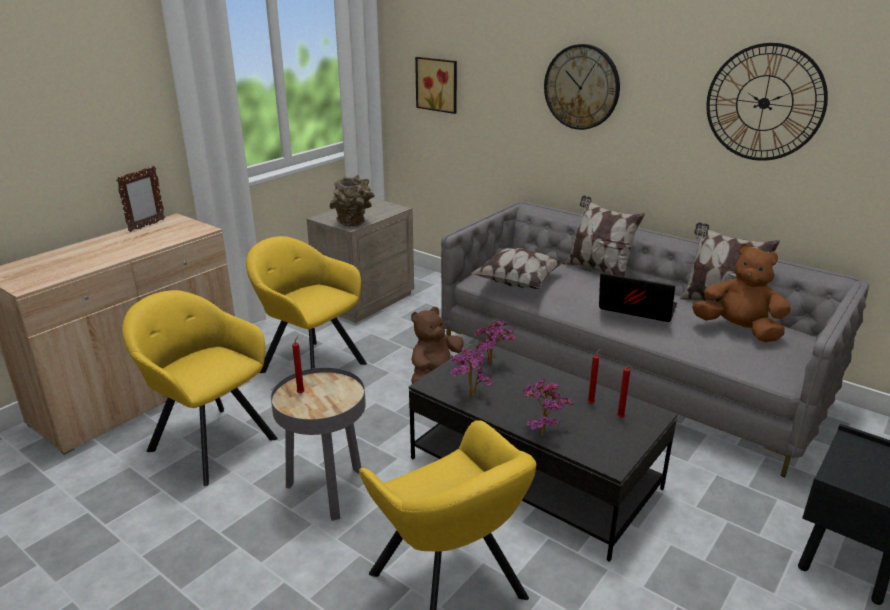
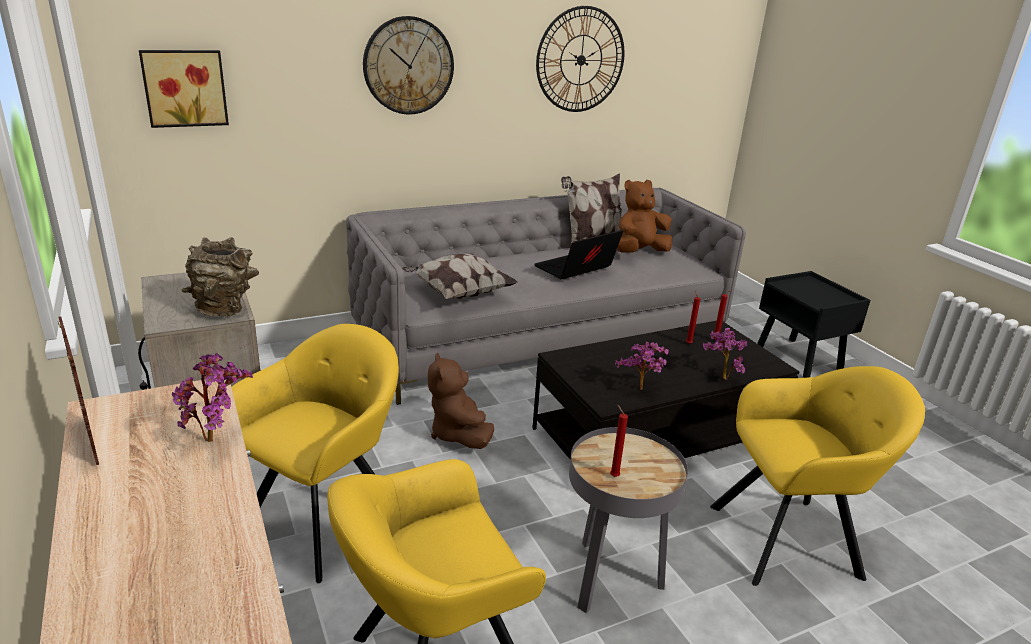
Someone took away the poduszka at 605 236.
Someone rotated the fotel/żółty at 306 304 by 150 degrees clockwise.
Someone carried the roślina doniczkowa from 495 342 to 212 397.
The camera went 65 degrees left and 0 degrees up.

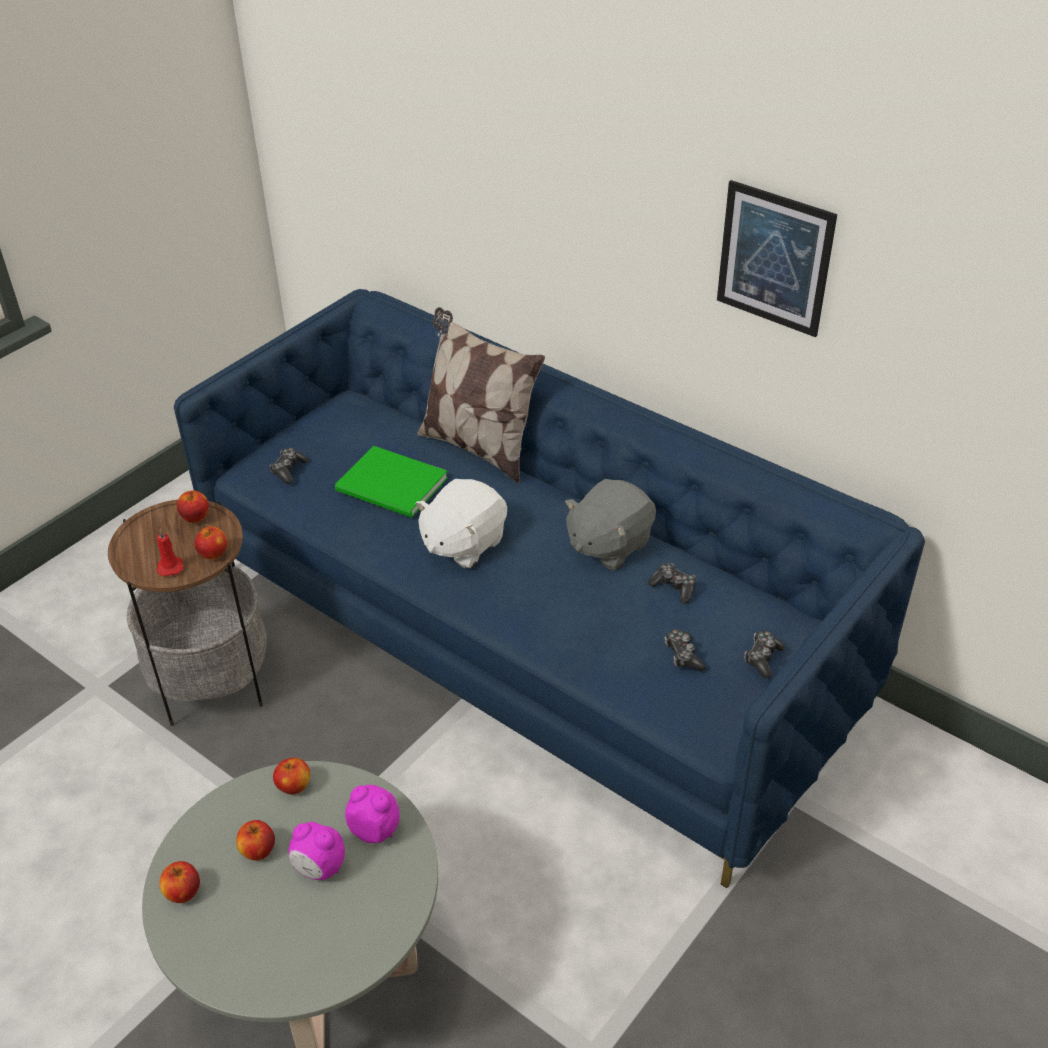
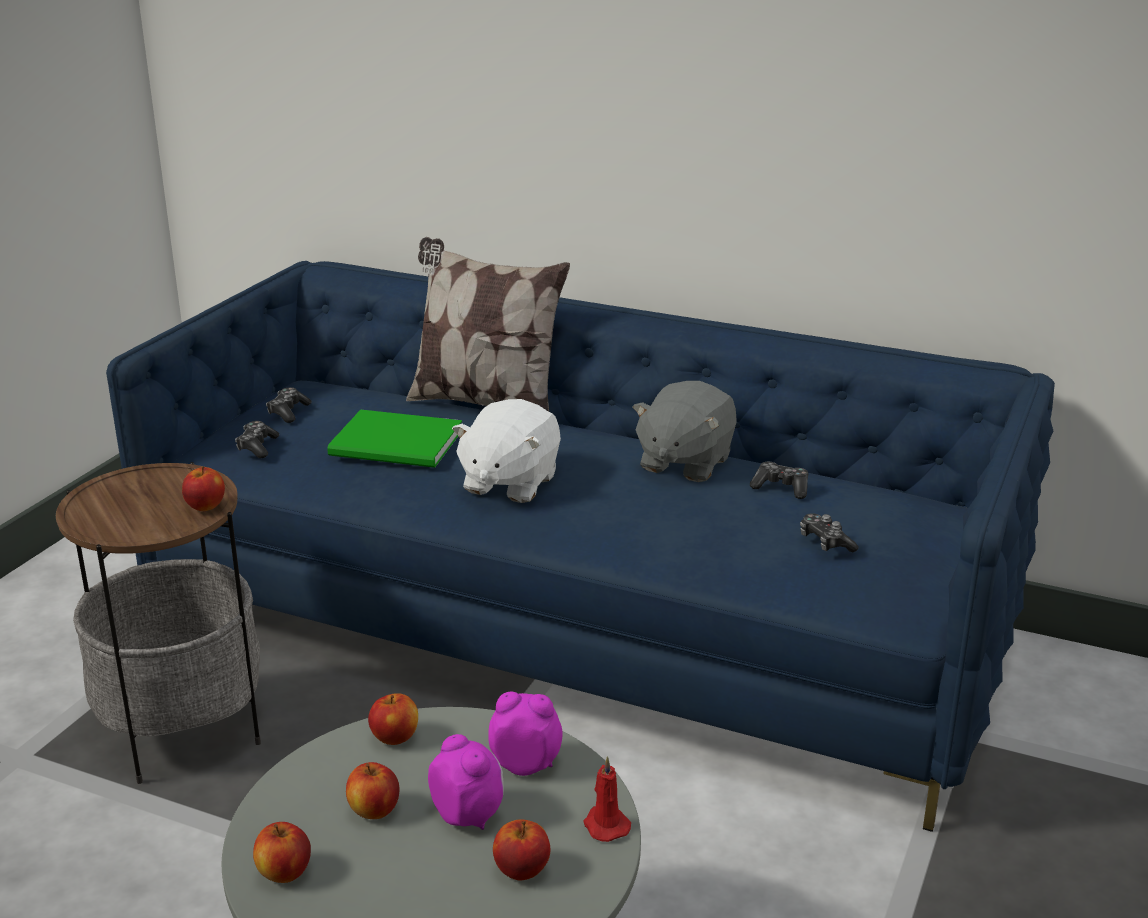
Someone took away the obraz at 777 258.
Someone carried the jabłko from 193 506 to 521 849.
Someone carried the świeca/czerwony from 170 552 to 607 799.
Someone carried the pad do gier from 764 654 to 289 405.
Someone rotated the budzik at 317 851 by 135 degrees counterclockwise.
The camera went 15 degrees left and 15 degrees down.

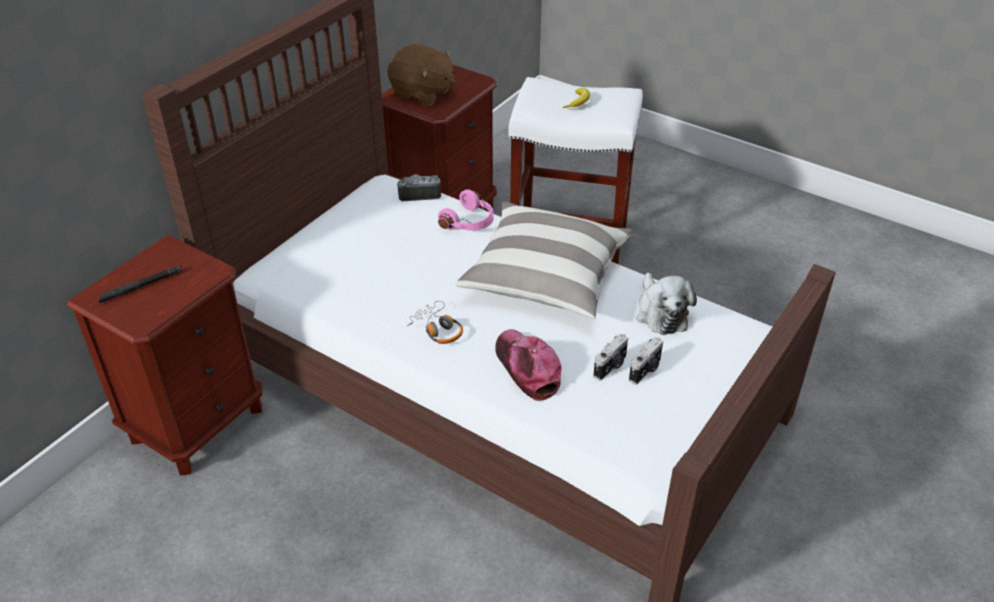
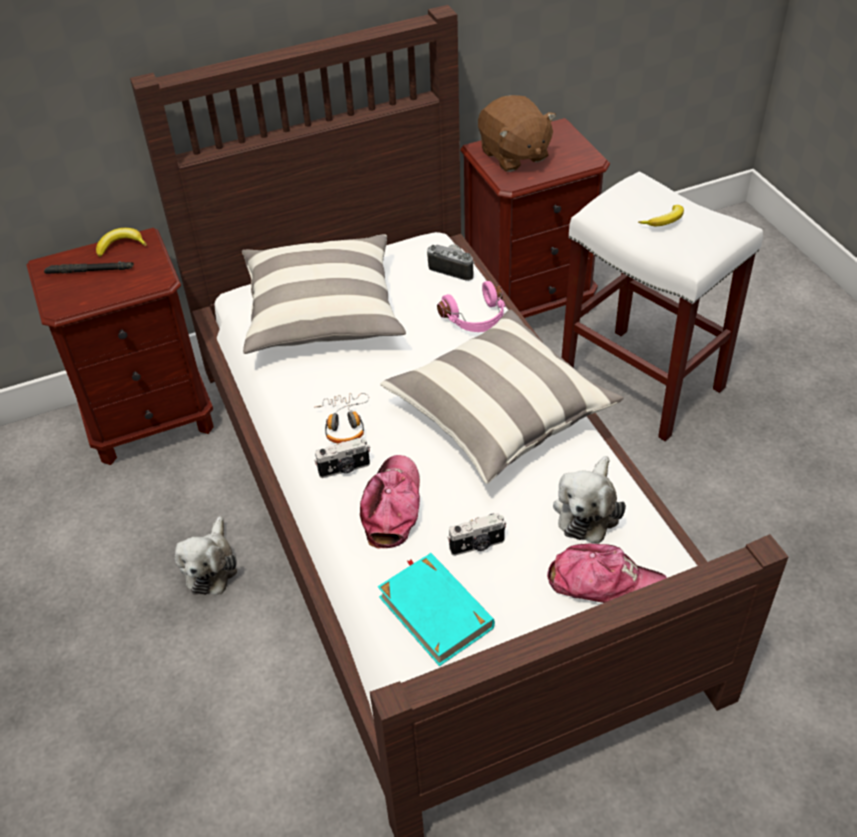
Someone carried the aparat fotograficzny from 646 361 to 342 457.
Someone put down the banan at 121 242.
Someone put down the poduszka at 324 294.
Someone put down the pluszak at 206 555.
Someone put down the czapka z daszkiem at 607 573.
Someone put down the książka/turkusowy at 436 609.
The camera went 35 degrees right and 5 degrees up.

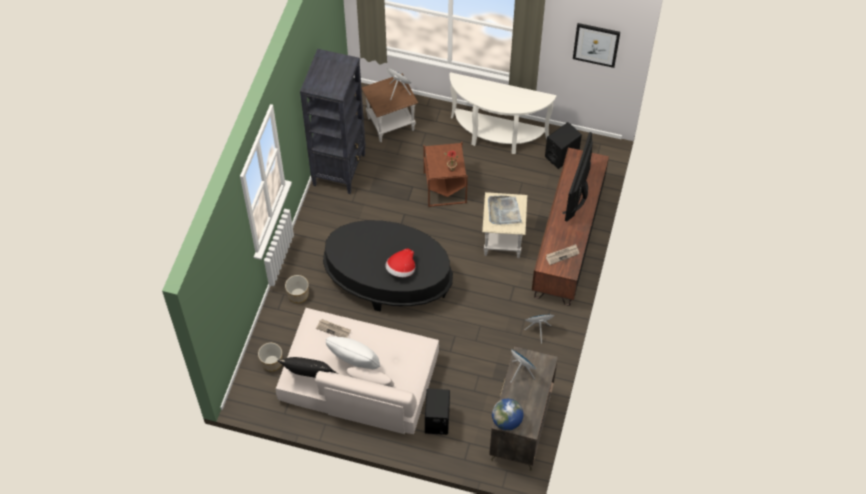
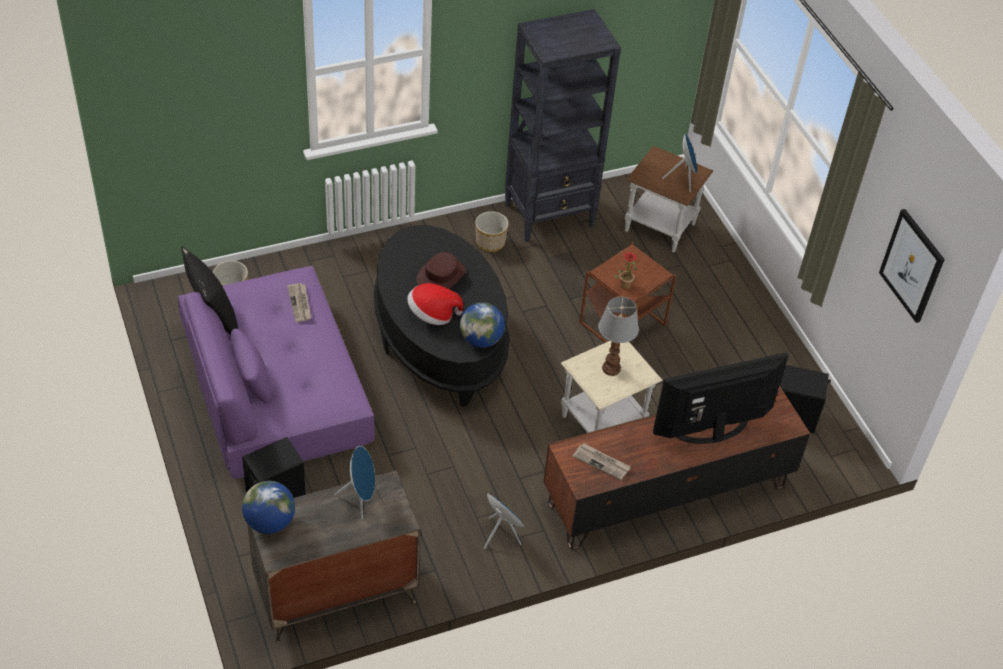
Someone took away the stolik konsolowy/biały at 503 113.
Someone swapped the taca/szary at 505 210 for the lampa stołowa at 618 336.
Someone carried the donica from 297 289 to 492 231.
Someone repainted the kanapa/beżowy at 357 371, which became the kanapa/fioletowy at 276 372.
Someone took away the poduszka/biały at 353 352.
Someone put down the kapelusz/brązowy at 441 270.
Someone put down the globus at 482 325.
The camera went 50 degrees right and 10 degrees down.

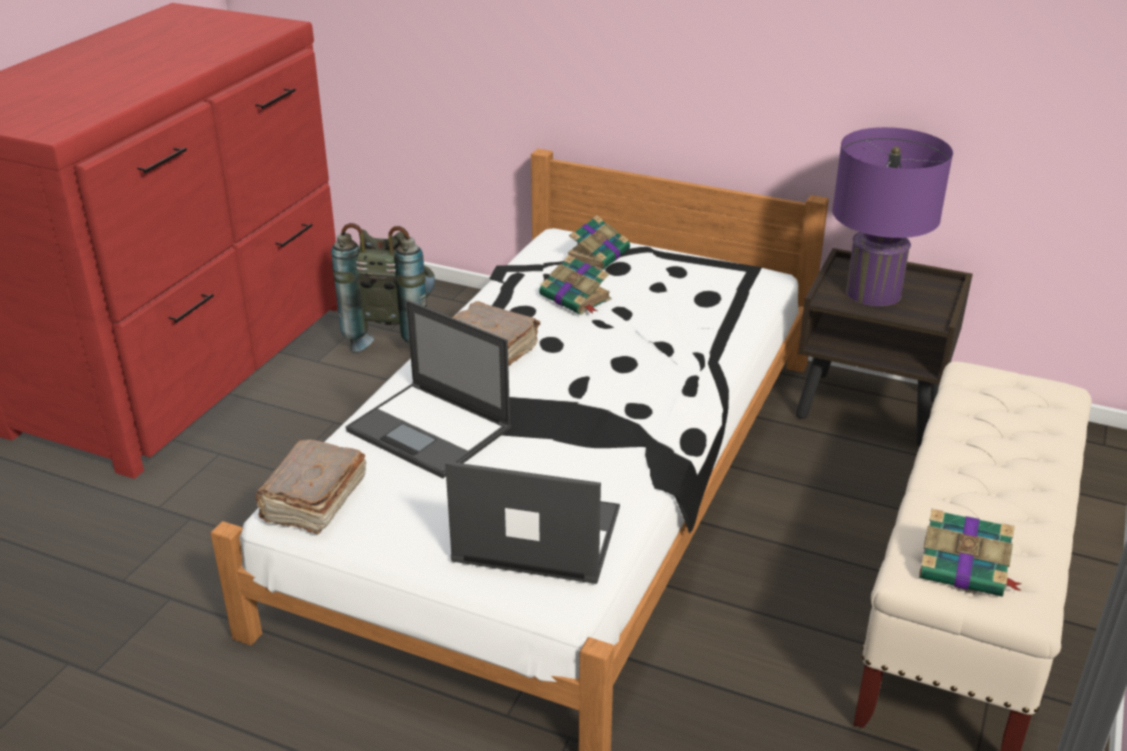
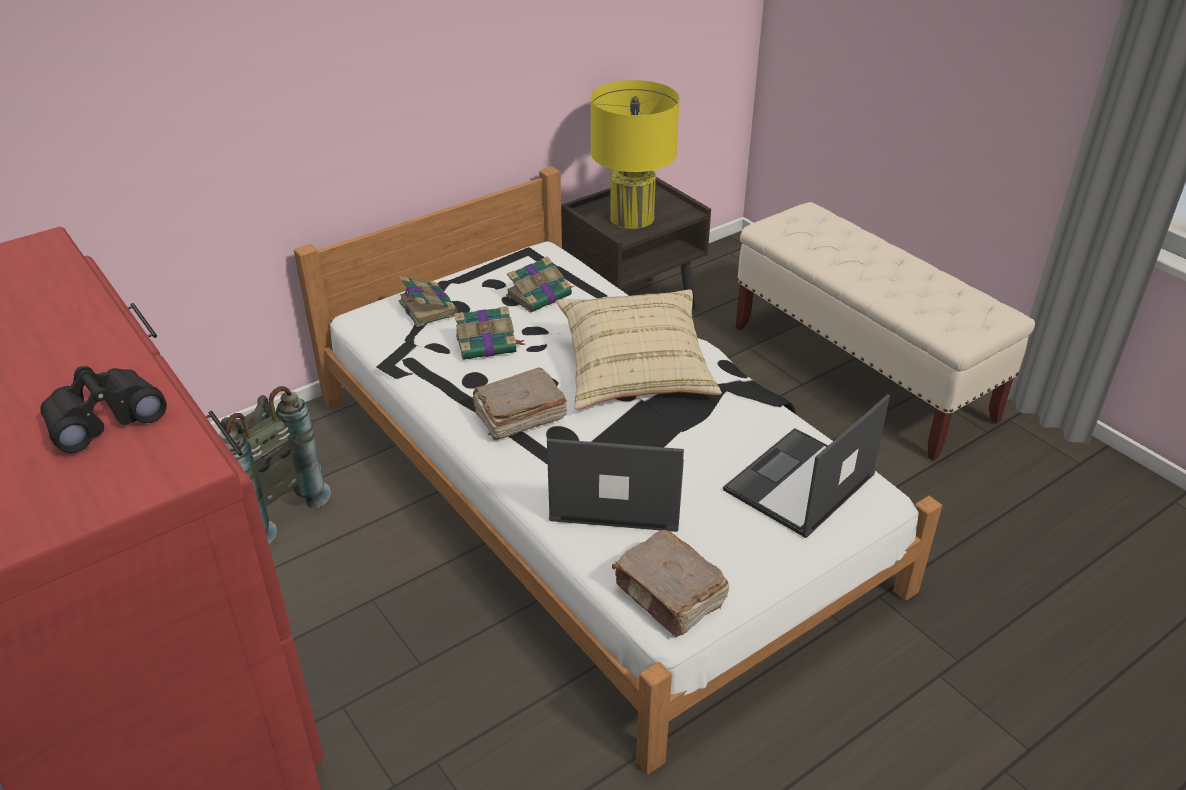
Someone repainted the lampa stołowa/fioletowy at 892 216, which became the lampa stołowa/żółty at 635 154.
Someone rotated the laptop at 428 389 by 150 degrees counterclockwise.
Someone carried the książka from 970 553 to 540 284.
Someone put down the poduszka/beżowy at 639 349.
Someone put down the lornetka/czarny at 103 409.
The camera went 60 degrees left and 5 degrees up.

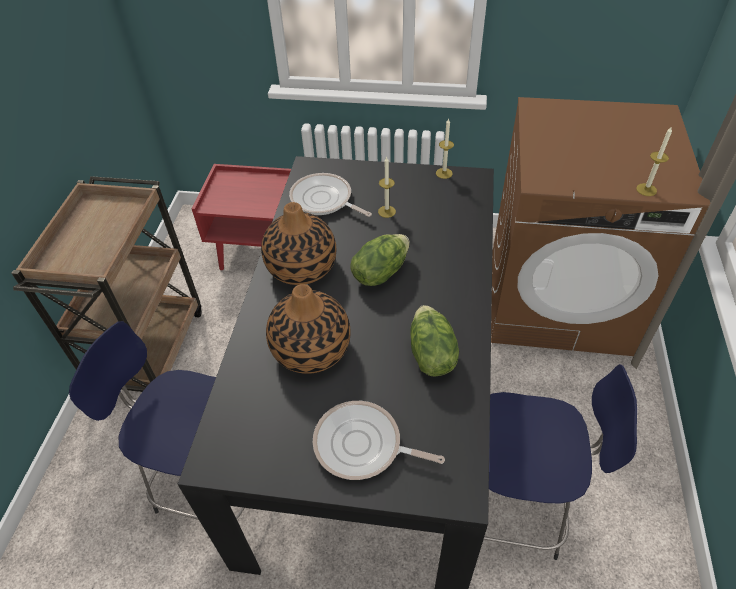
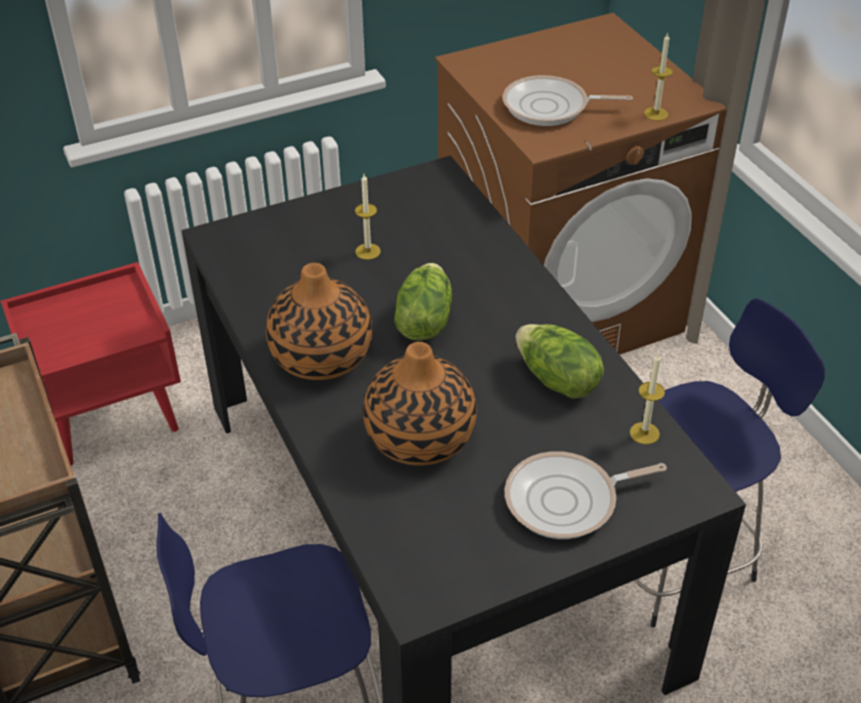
Someone carried the świeca from 445 148 to 647 399.
Someone carried the patelnia from 330 195 to 568 100.
The camera went 35 degrees left and 5 degrees down.

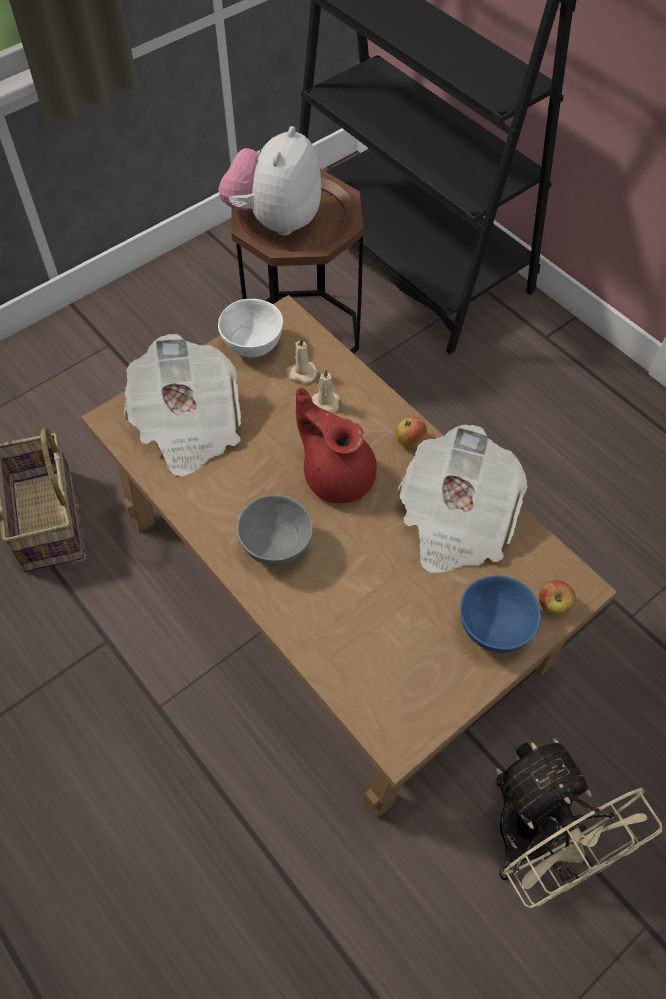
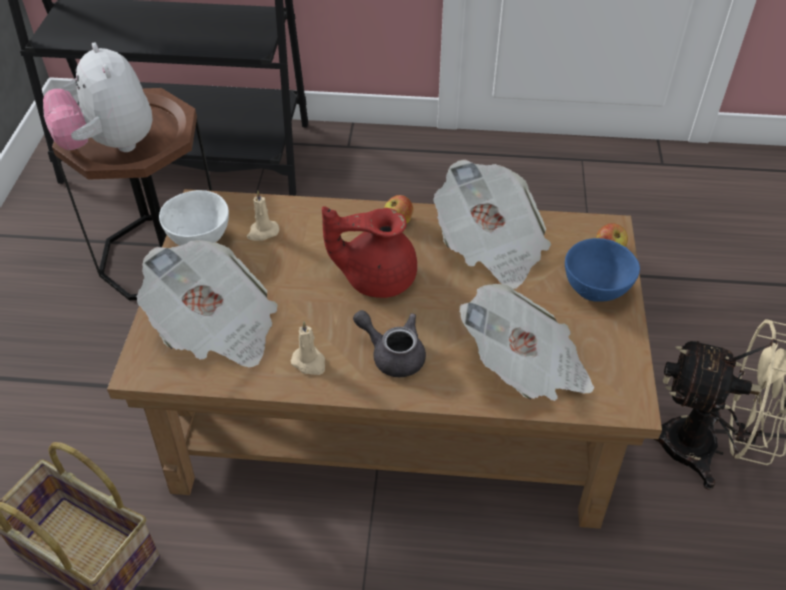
Someone carried the świeca/beżowy from 326 391 to 308 348.
Someone swapped the miska/szary at 274 530 for the imbryk/szary at 389 343.
Someone put down the gazeta at 527 342.
The camera went 45 degrees left and 10 degrees down.

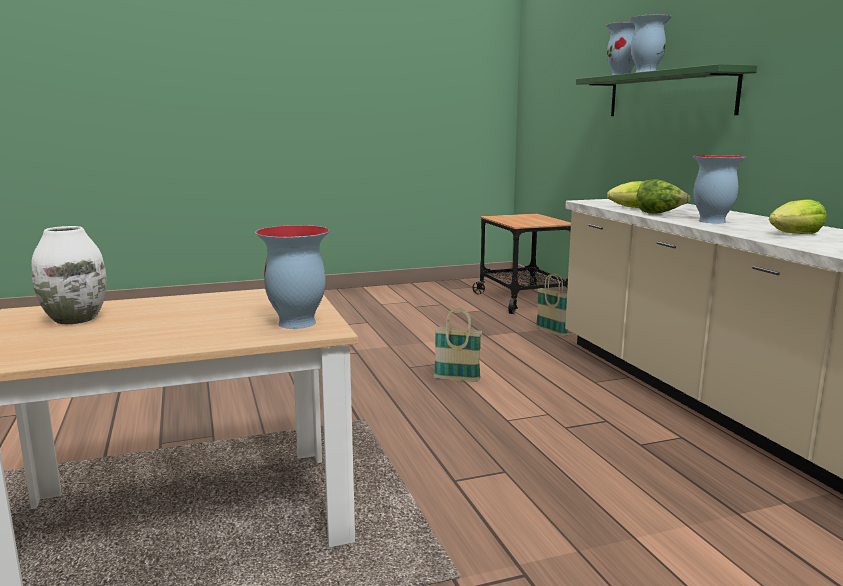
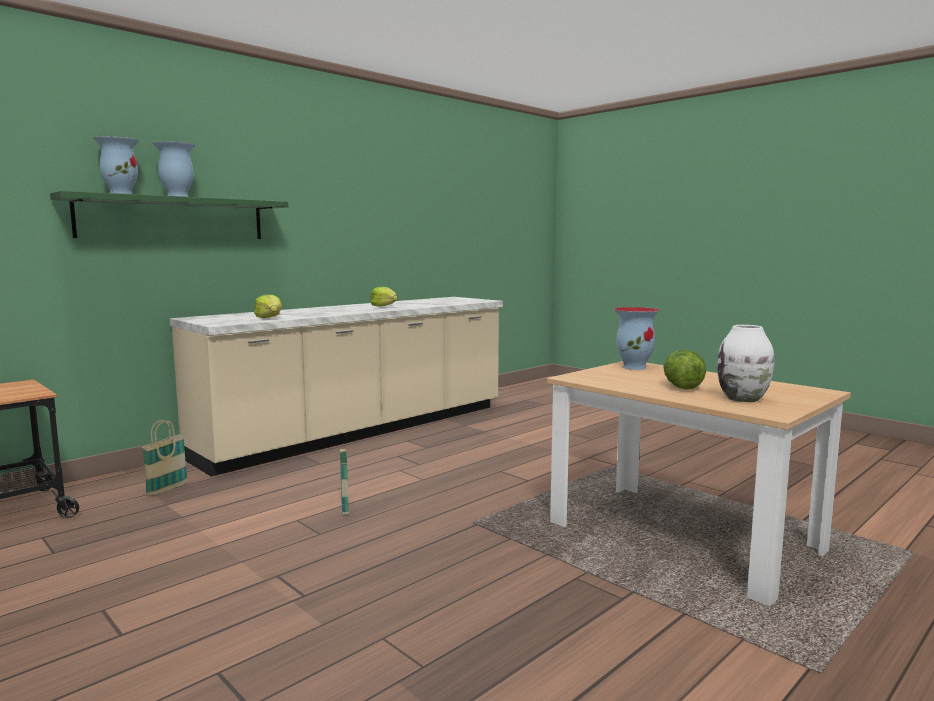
Someone took away the wazon at 719 189.
Someone carried the sałata from 664 196 to 684 369.
The camera went 115 degrees left and 5 degrees down.

